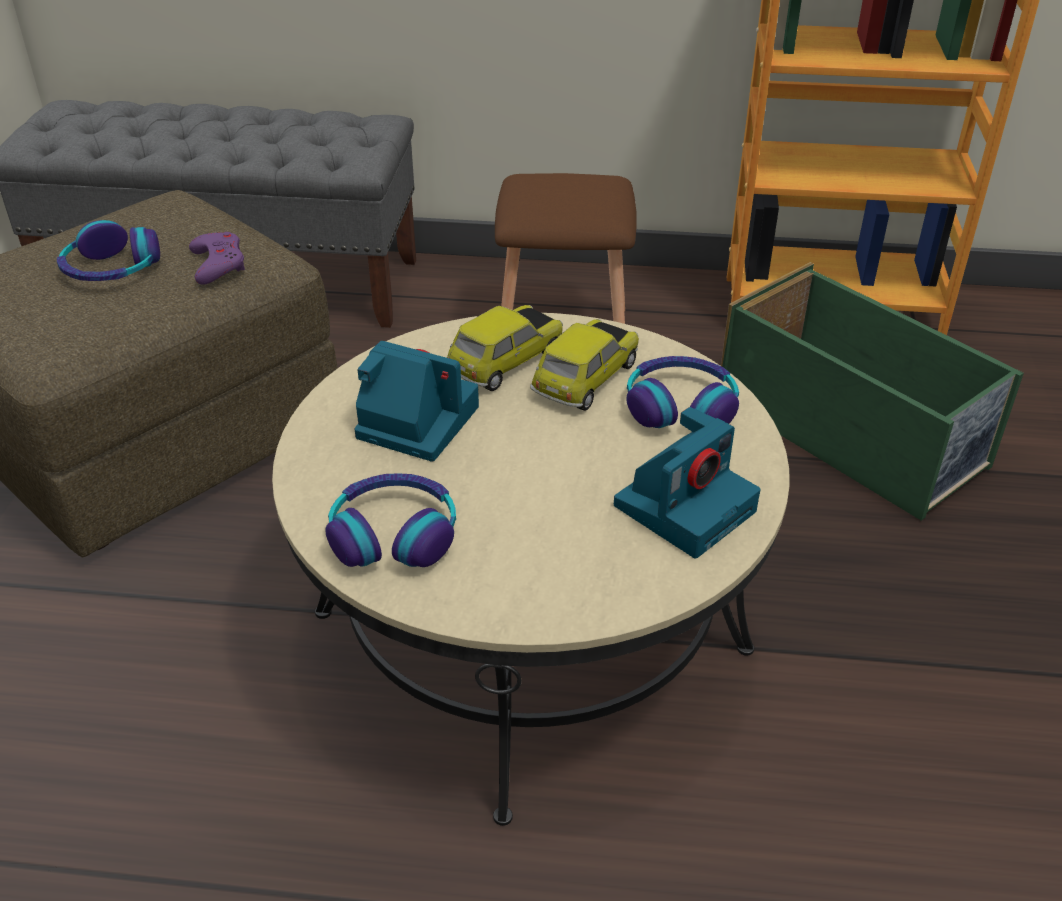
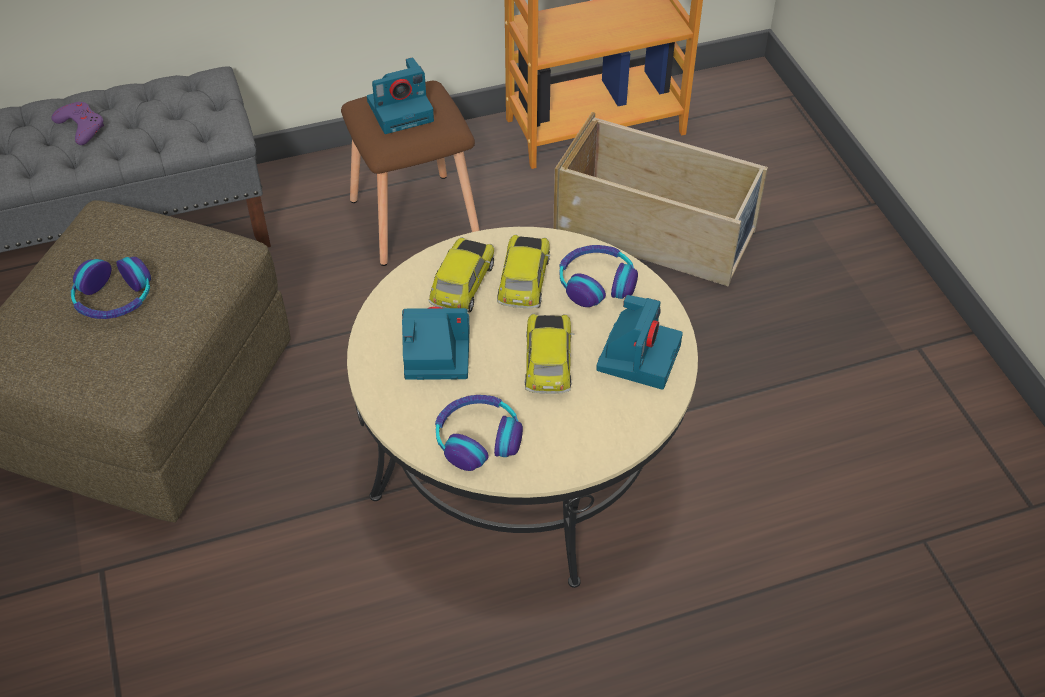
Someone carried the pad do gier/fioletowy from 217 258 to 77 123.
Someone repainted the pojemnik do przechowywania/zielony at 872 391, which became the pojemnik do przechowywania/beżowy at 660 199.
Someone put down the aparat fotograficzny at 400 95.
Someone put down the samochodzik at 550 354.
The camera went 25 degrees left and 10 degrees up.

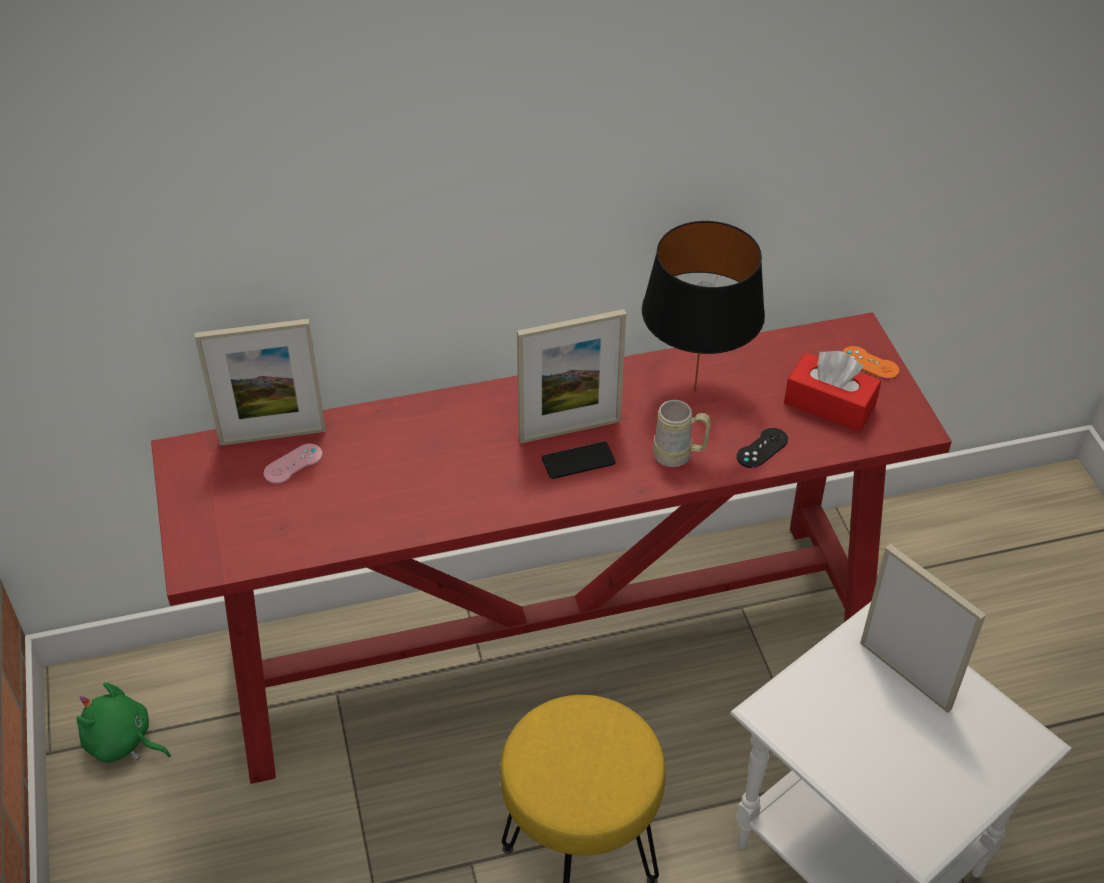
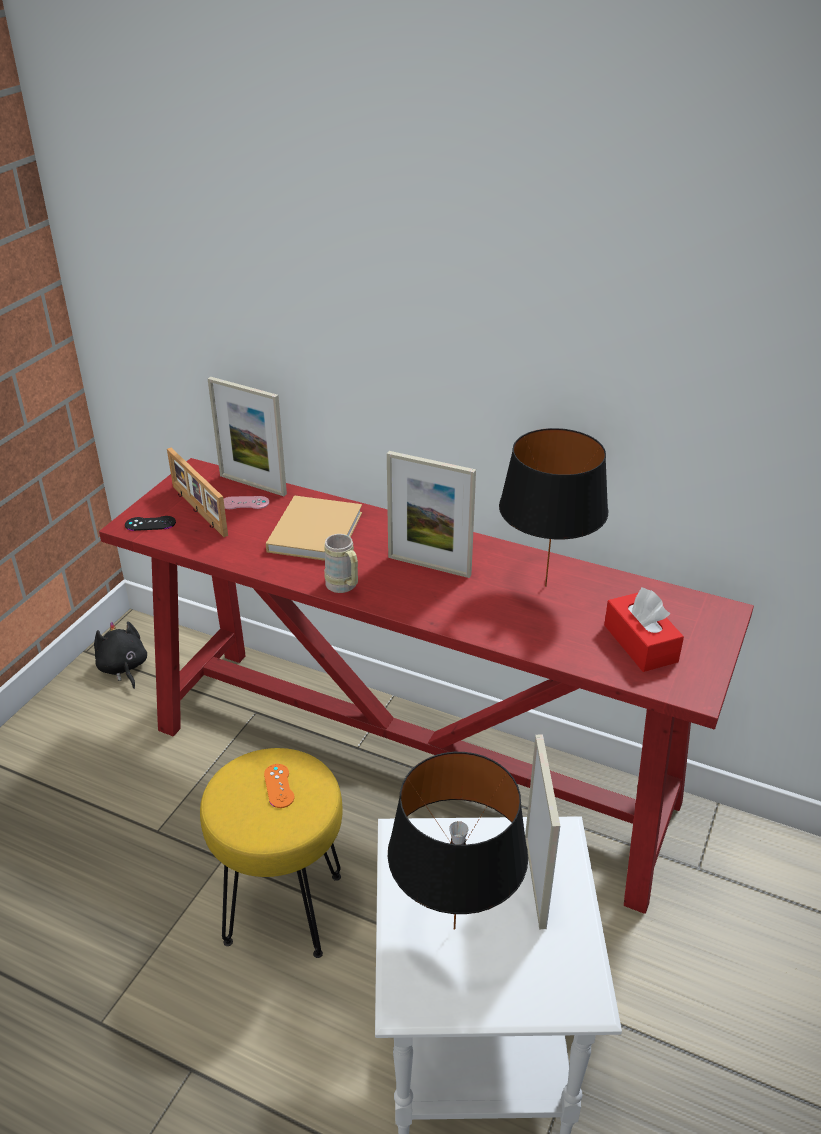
Someone carried the pad do gier/pomarańczowy from 870 362 to 279 786.
Someone carried the kubek/beżowy from 682 433 to 341 563.
Someone carried the pad do gier/czarny from 762 448 to 150 523.
Someone took away the telefon at 579 460.
Someone repainted the pluszak/zielony at 124 723, which became the pluszak/czarny at 120 655.
Someone put down the ramka na zdjęcie at 197 492.
Someone put down the książka/beżowy at 314 528.
Someone put down the lampa stołowa/czarny at 458 841.
The camera went 40 degrees right and 10 degrees down.

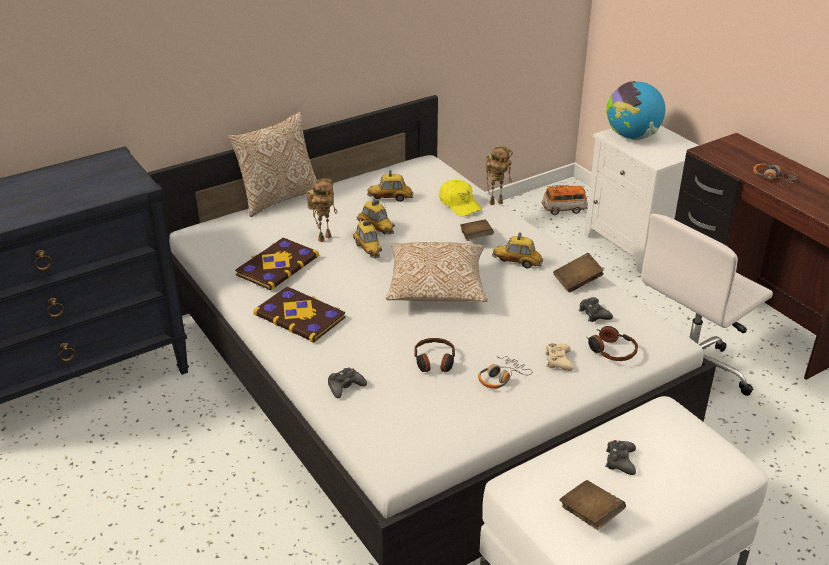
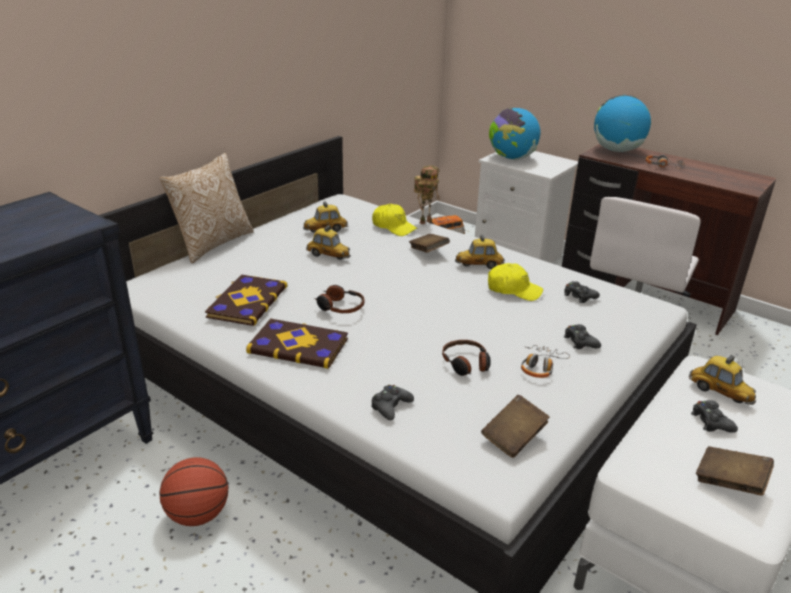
Someone took away the robot zabawkowy at 322 210.
Someone carried the samochodzik from 367 239 to 722 380.
Someone took away the poduszka at 437 272.
Someone carried the książka/brązowy from 578 273 to 515 426.
Someone carried the słuchawki from 612 343 to 339 299.
Someone repainted the pad do gier/beżowy at 559 357, which became the pad do gier/czarny at 582 336.
Someone put down the globus at 622 123.
Someone put down the czapka z daszkiem/żółty at 515 282.
Someone put down the piłka do koszykówki at 193 491.
The camera went 20 degrees left and 5 degrees down.

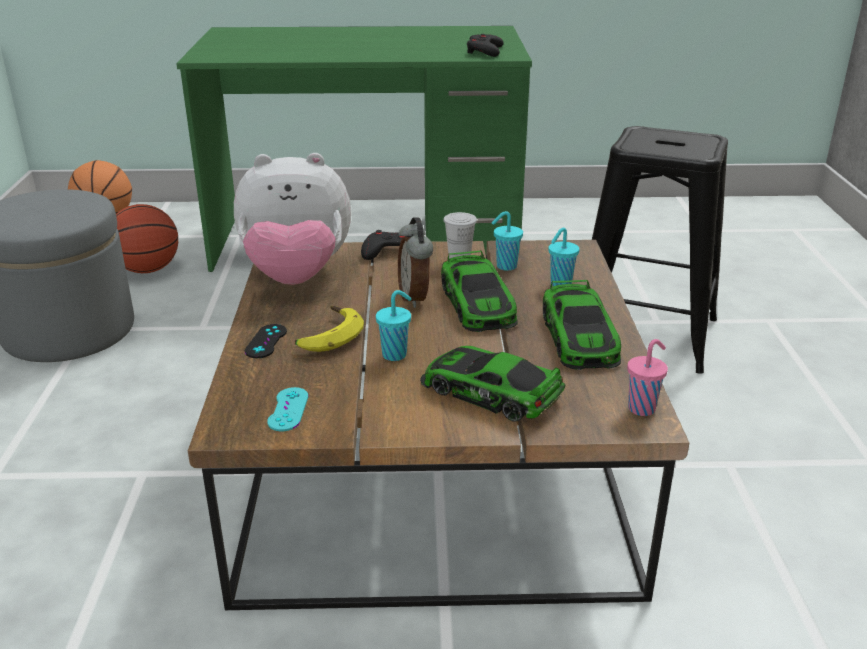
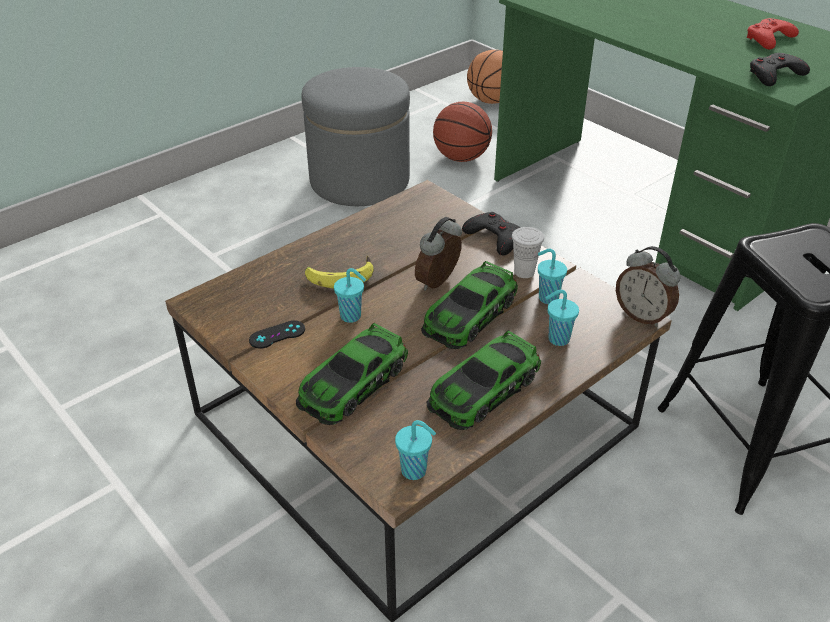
Someone took away the pluszak at 292 219.
Someone carried the pad do gier/czarny from 266 341 to 277 334.
Someone repainted the filiżanka/różowy at 647 377, which became the filiżanka/turkusowy at 415 450.
Someone rotated the samochodzik at 492 384 by 135 degrees counterclockwise.
Someone took away the pad do gier/turkusowy at 288 409.
Someone put down the pad do gier/czerwony at 773 34.
Someone put down the budzik at 648 286.
The camera went 50 degrees right and 10 degrees up.

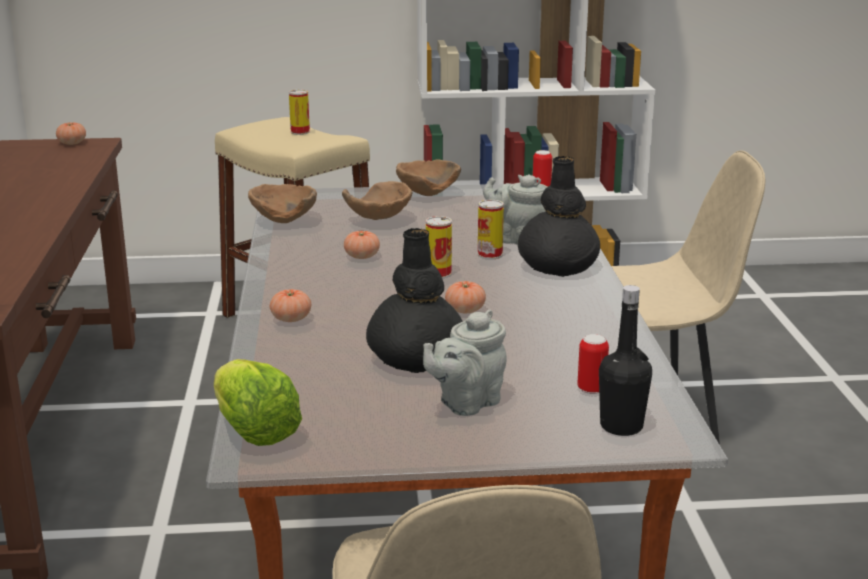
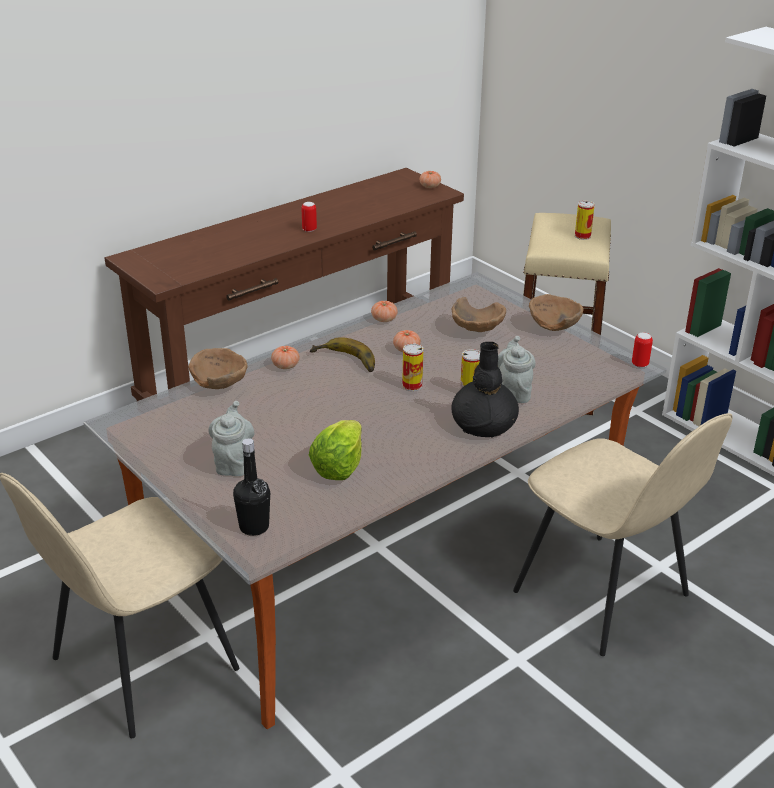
Someone carried the miska/brązowy from 282 203 to 217 368.
Someone took away the wazon/czarny at 414 300.
Someone carried the pomidor from 465 297 to 384 311.
Someone rotated the imbryk/szary at 465 363 by 75 degrees clockwise.
Someone carried the puszka from 593 364 to 309 217.
Someone carried the sałata from 258 402 to 335 450.
Someone put down the banan at 342 354.
The camera went 55 degrees right and 10 degrees up.

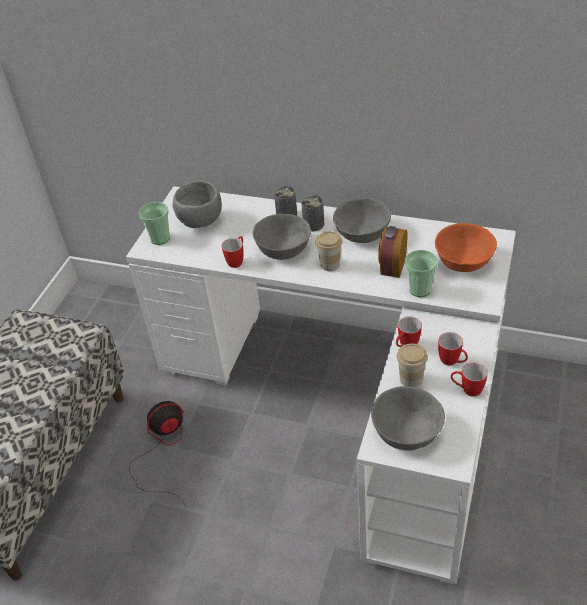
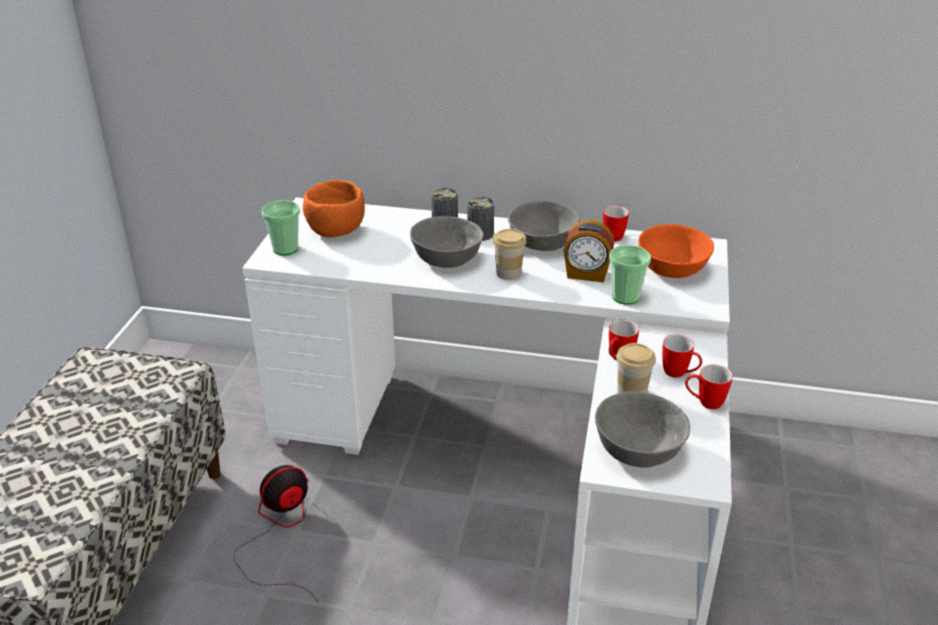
Someone repainted the miska/szary at 197 204, which became the miska/pomarańczowy at 334 209.
Someone rotated the budzik at 393 252 by 90 degrees counterclockwise.
Someone carried the kubek from 232 252 to 616 223.
The camera went 10 degrees left and 10 degrees down.

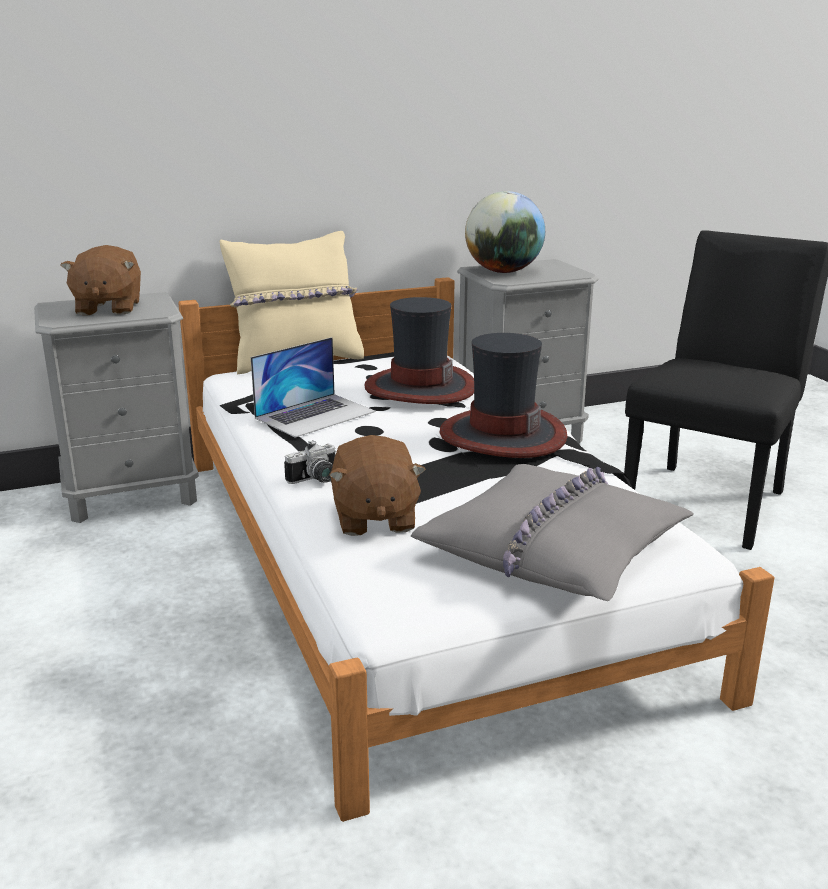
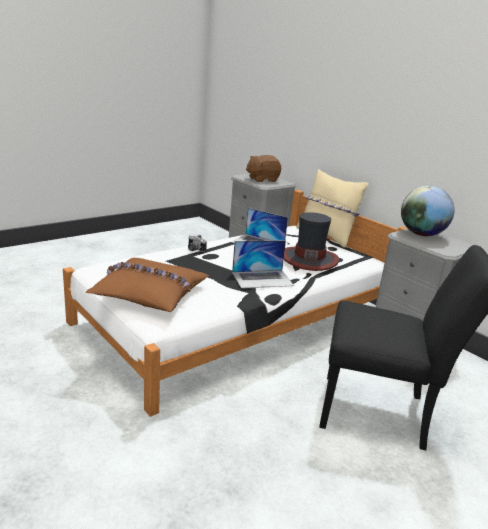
Someone swapped the kapelusz at 503 395 for the laptop at 263 264.
Someone took away the pluszak/brązowy at 377 485.
Someone repainted the poduszka/szary at 552 532, which became the poduszka/brązowy at 147 285.
The camera went 70 degrees right and 0 degrees up.

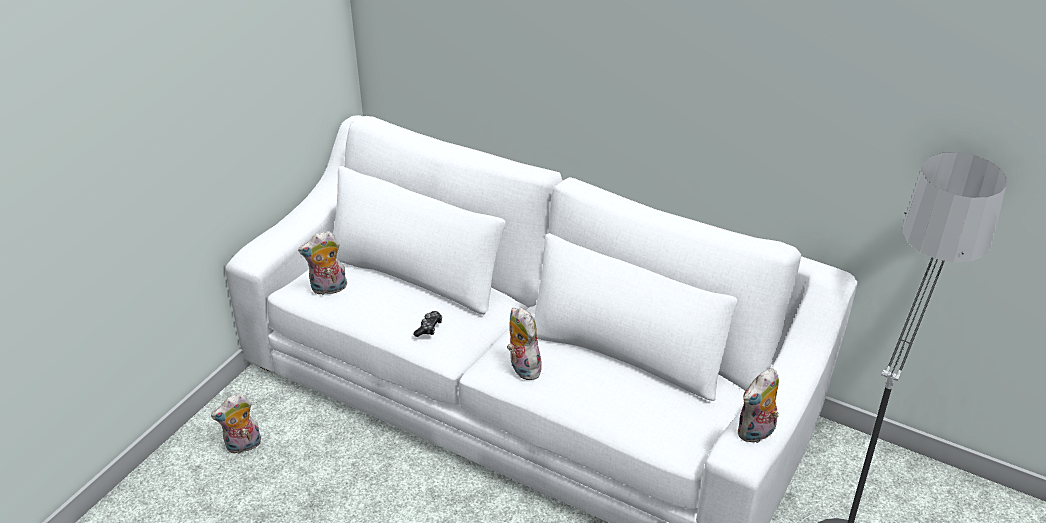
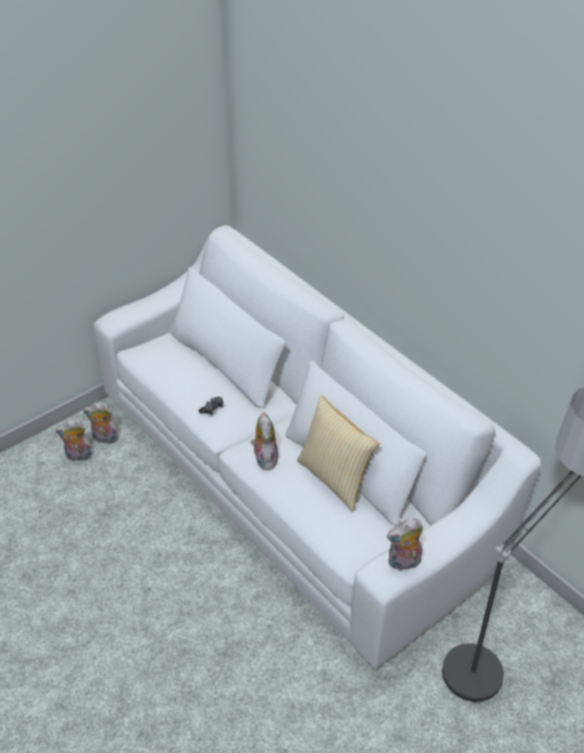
Someone carried the pluszak from 322 263 to 101 422.
Someone put down the poduszka at 338 453.
The camera went 20 degrees right and 5 degrees up.

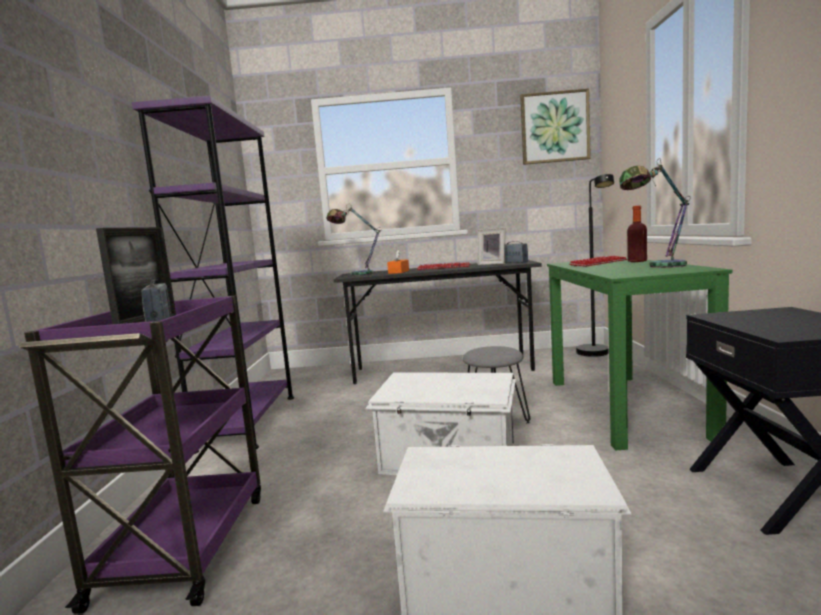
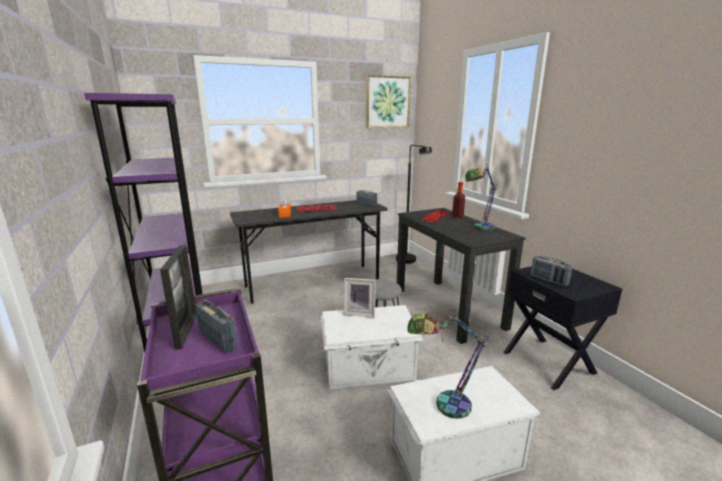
Someone carried the lampa stołowa from 354 240 to 448 364.
Someone carried the ramka na zdjęcie from 491 246 to 360 297.
Someone repainted the biurko/zielony at 639 354, which became the biurko/czarny at 461 276.
Someone put down the radio at 551 271.
The camera went 25 degrees left and 10 degrees up.

